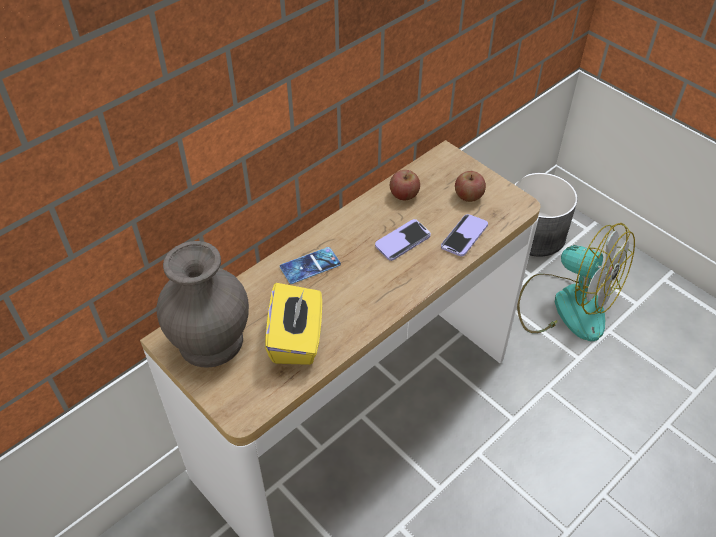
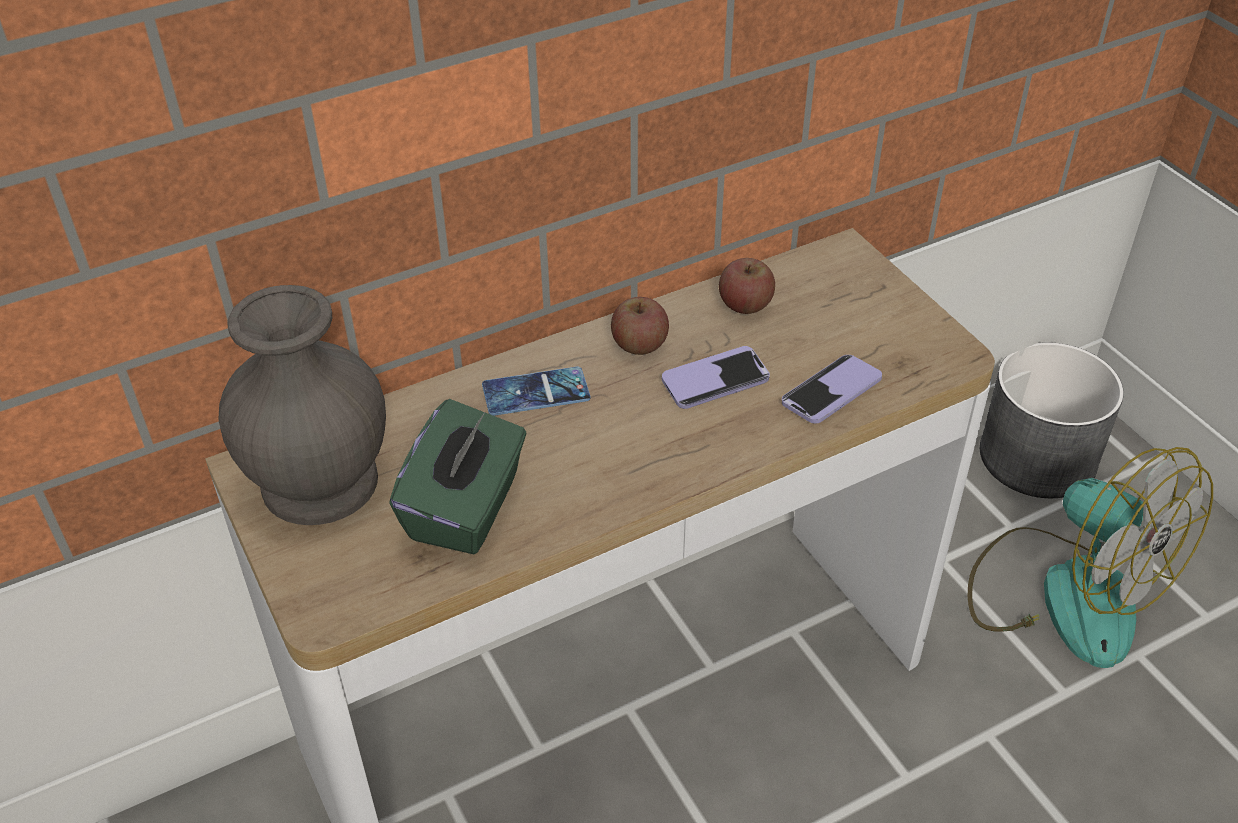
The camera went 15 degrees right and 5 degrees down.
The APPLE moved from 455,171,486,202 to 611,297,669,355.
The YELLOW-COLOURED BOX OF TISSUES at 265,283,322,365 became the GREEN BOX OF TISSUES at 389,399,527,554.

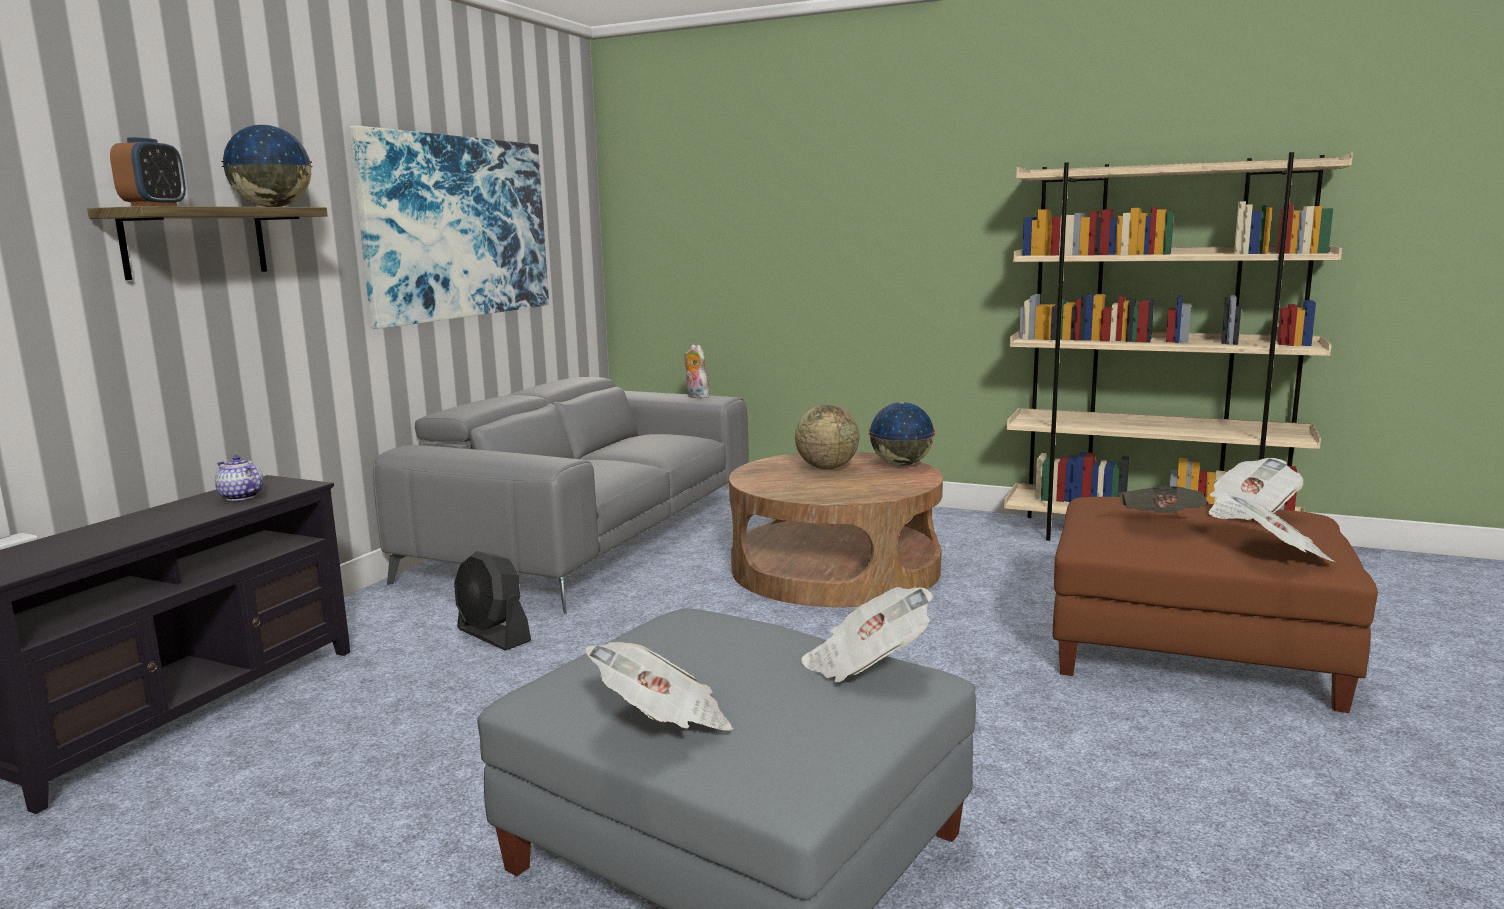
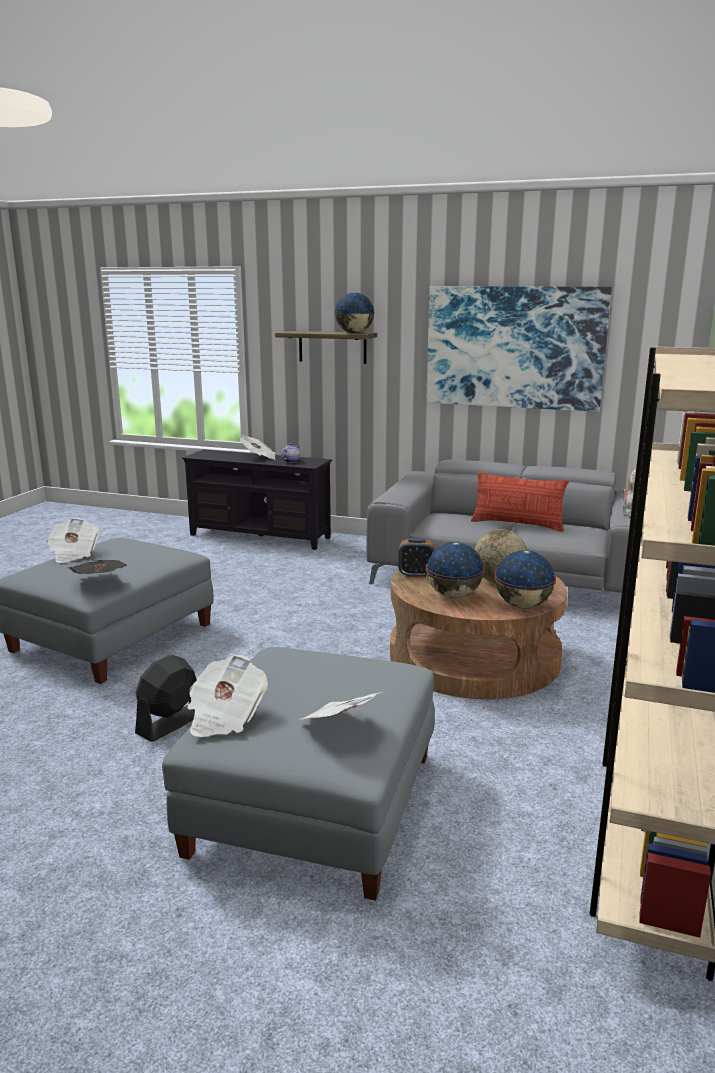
The camera went 85 degrees right and 5 degrees up.
The GLOBE at 426,542,485,598 appeared.
The CUSHION at 471,472,569,531 appeared.
The TABLE CLOCK moved from 110,137,186,206 to 398,538,435,578.
The BLACK-COLOURED COOLING FAN moved from 454,551,531,651 to 135,655,197,742.
The NEWSPAPER moved from 1118,486,1209,512 to 238,435,276,460.
The BROWNISH OTTOMAN at 1053,497,1378,713 became the GREY OTTOMAN at 162,647,435,901.

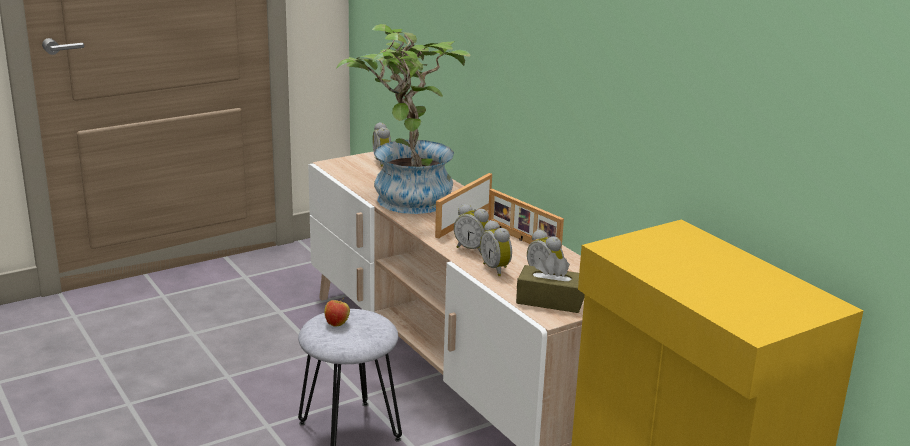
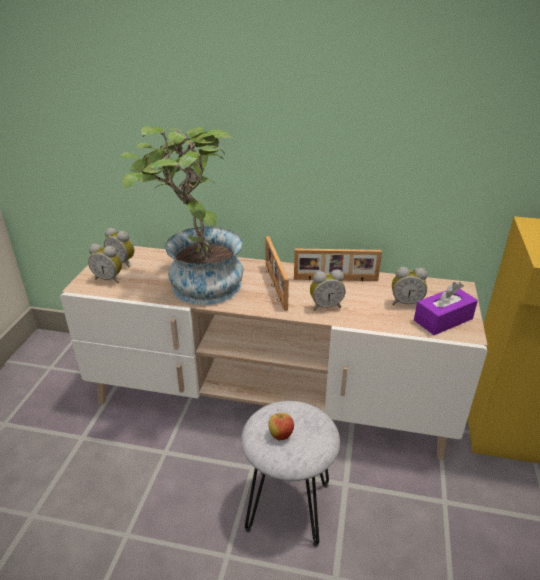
The camera went 45 degrees left and 10 degrees up.
The TABLE CLOCK moved from 480,220,512,276 to 88,244,122,284.
The BROWNISH BOX OF TISSUES at 516,253,585,313 became the PURPLE BOX OF TISSUES at 414,282,478,335.

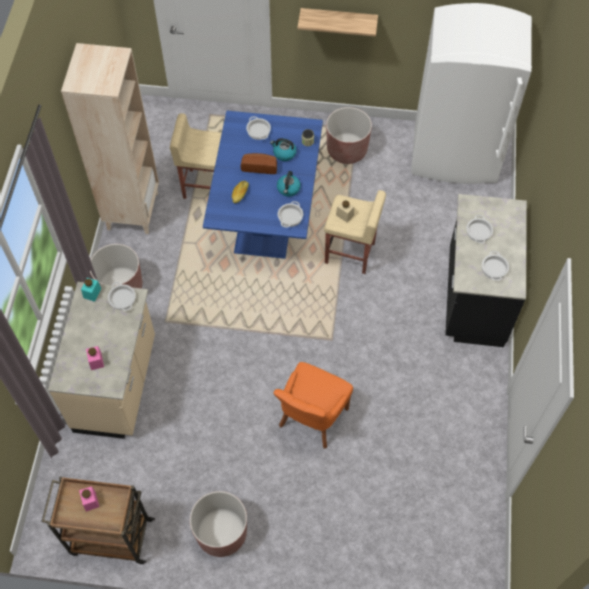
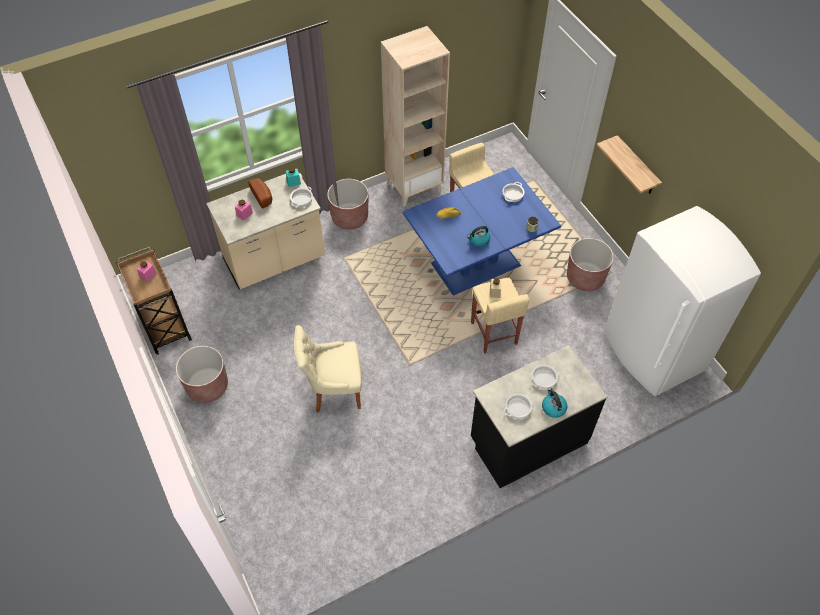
The camera went 55 degrees right and 5 degrees down.
The STOCKPOT at 278,201,303,228 disappeared.
The BAKED BREAD moved from 241,153,277,174 to 248,178,272,209.
The TEA KETTLE moved from 270,138,297,161 to 542,388,567,418.
The ORANGEY PLAIN CHAIR at 273,362,353,449 became the BEIGE PLAIN CHAIR at 294,325,362,413.

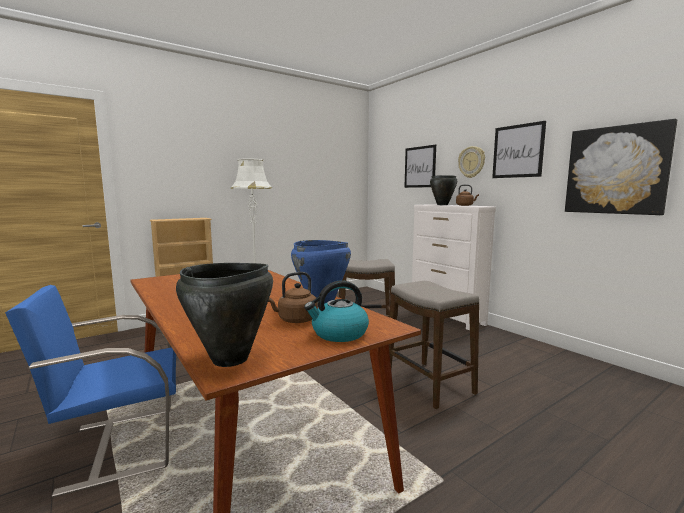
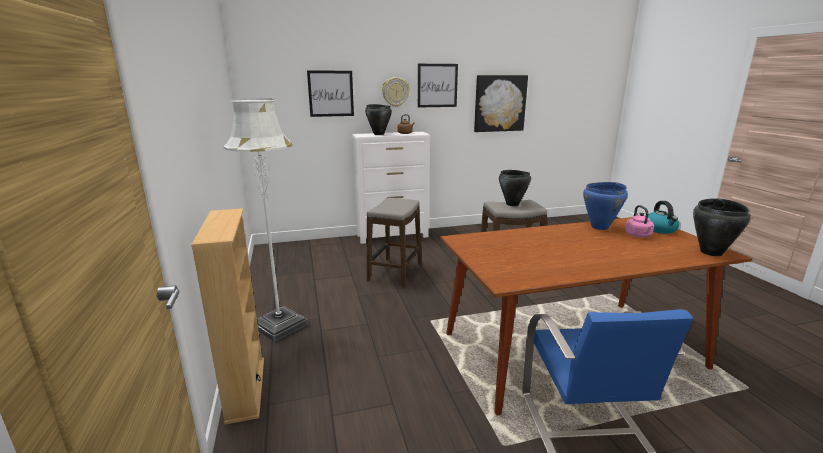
The camera went 70 degrees left and 10 degrees up.
The BLACK-COLOURED STOCKPOT at 499,170,531,206 appeared.
The BROWNISH TEA KETTLE at 268,272,318,323 became the PINK-COLOURED TEA KETTLE at 625,205,654,238.

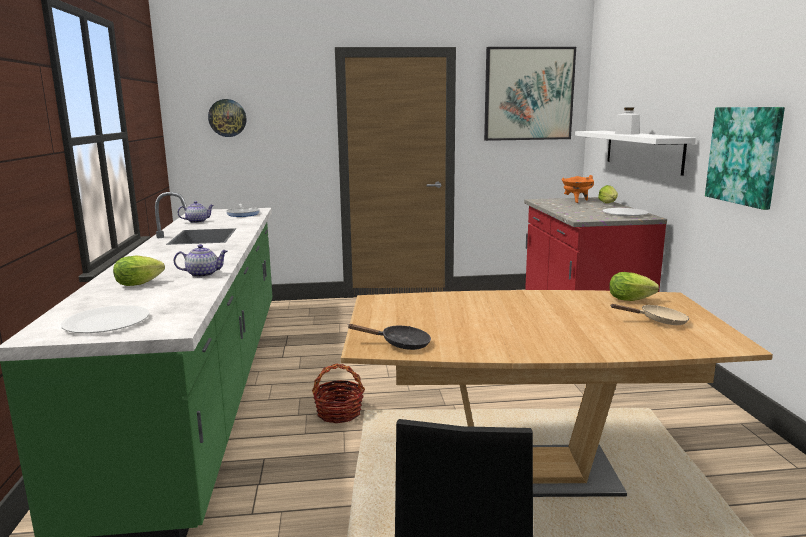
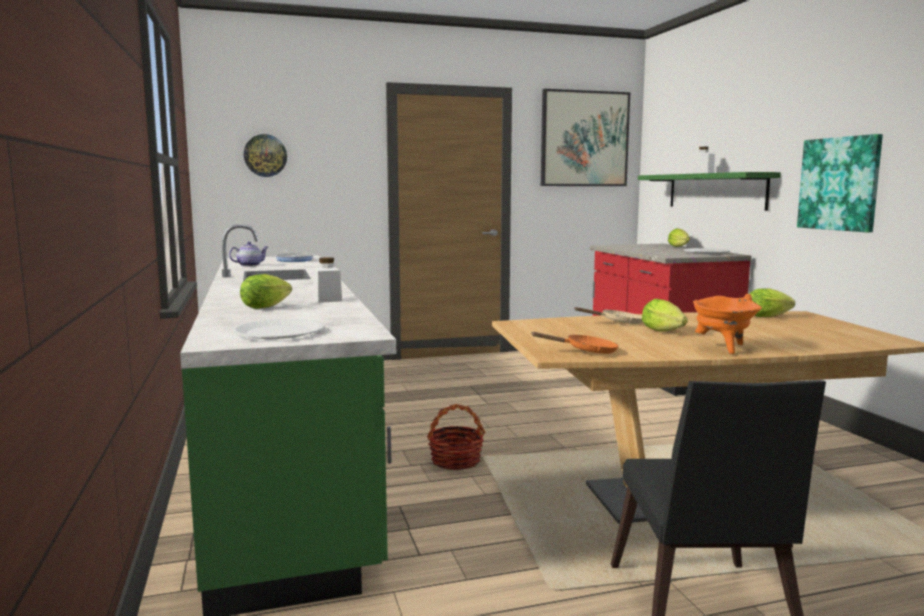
The camera went 10 degrees left and 5 degrees down.
The LETTUCE at 642,299,688,332 appeared.
The ORANGEY STOCKPOT moved from 562,175,594,203 to 693,294,762,354.
The BEIGE PAN moved from 610,304,689,325 to 575,307,643,324.
The POT FOR TEA at 174,244,228,277 was replaced by the WHITE-COLOURED STORAGE JAR at 314,257,342,303.
The BLACK-COLOURED PAN at 347,324,431,350 became the ORANGEY PAN at 532,332,619,354.
The WHITE-COLOURED WALL SHELF at 575,131,696,176 became the GREEN WALL SHELF at 638,172,781,211.

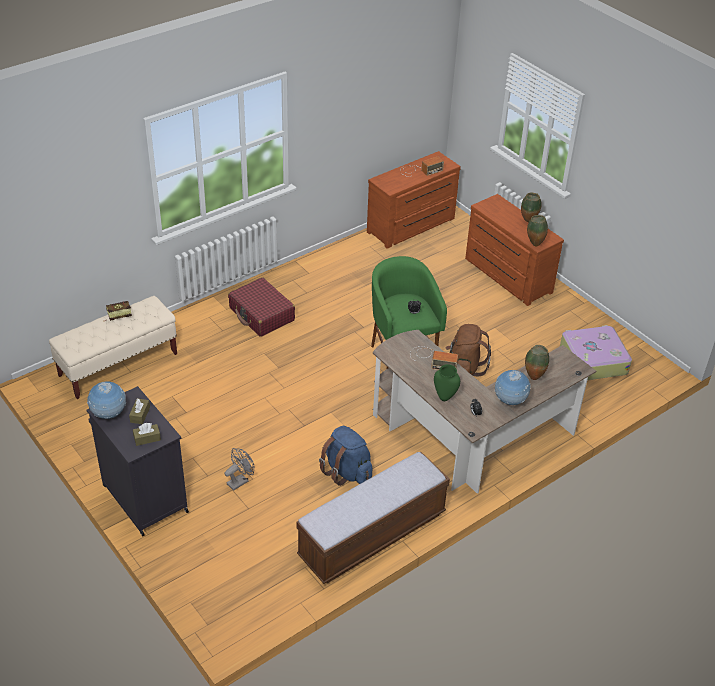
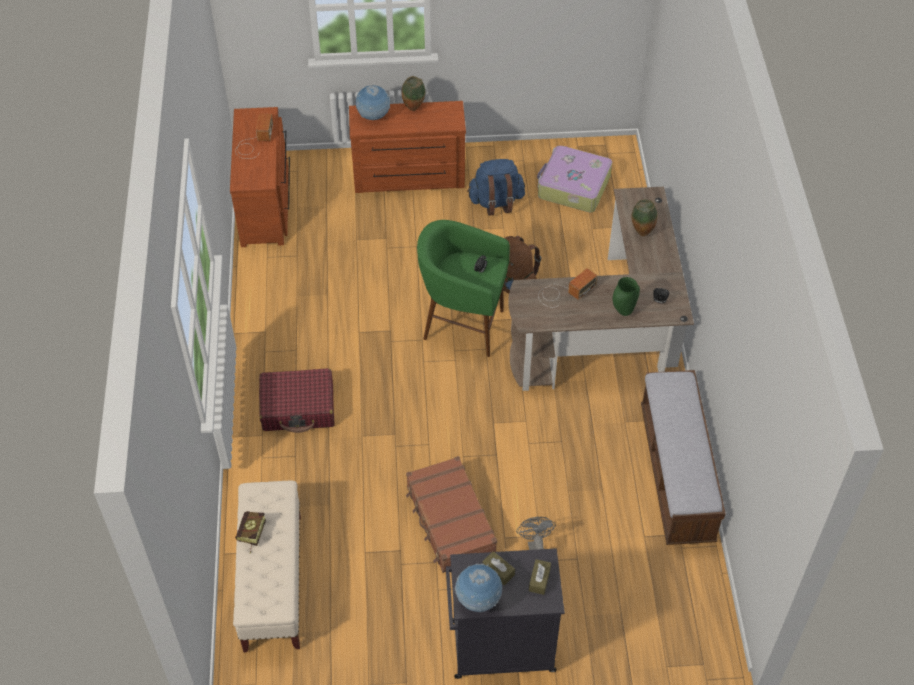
The camera went 55 degrees left and 10 degrees up.
The FLOWER VASE at 527,215,548,247 disappeared.
The BROWNISH SUITCASE at 406,456,497,573 appeared.
The BLUISH BACKPACK moved from 319,426,372,486 to 467,159,525,216.
The GLOBE moved from 495,370,530,405 to 355,85,390,120.

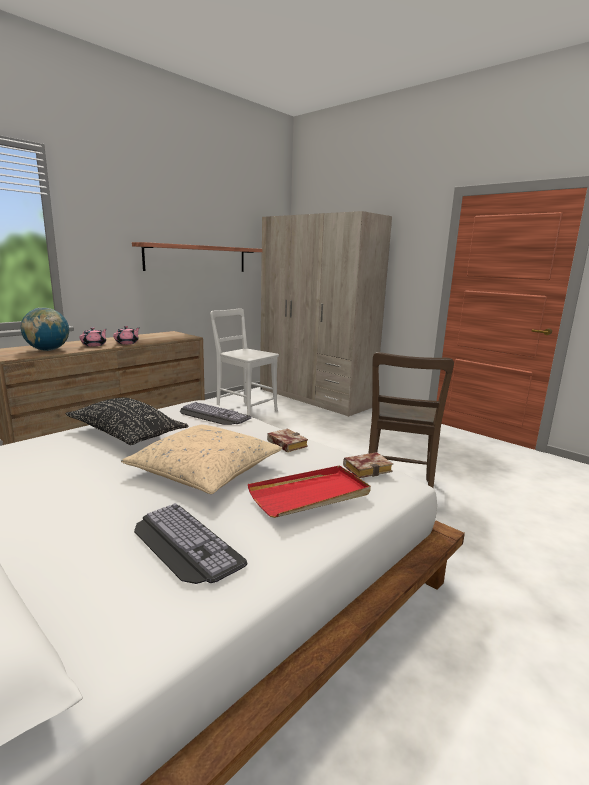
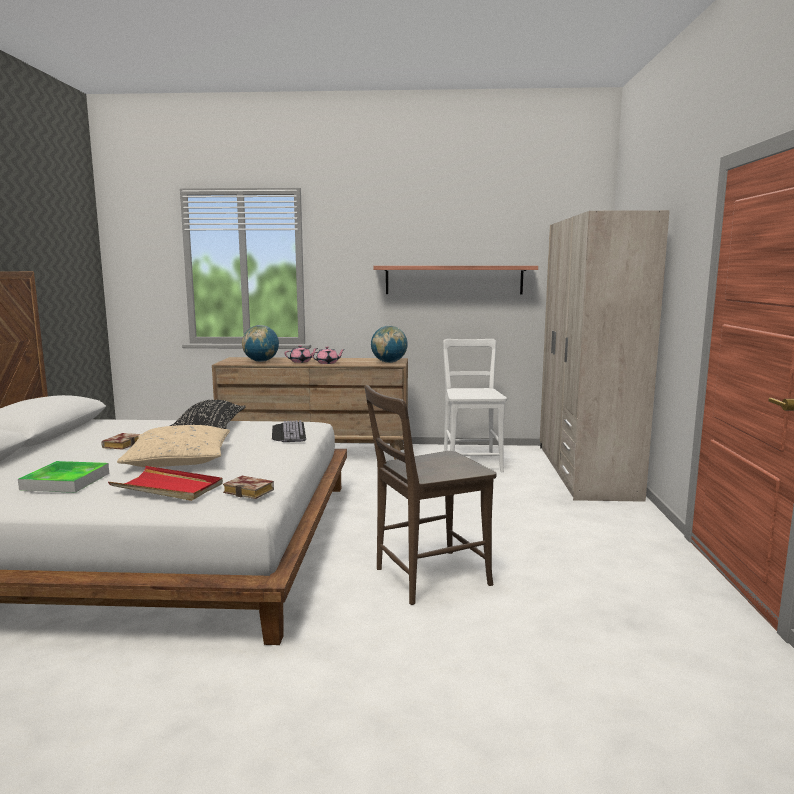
The camera went 50 degrees right and 5 degrees down.
The GLOBE at 371,326,408,363 appeared.
The BOOK moved from 267,429,308,452 to 101,433,140,450.
The PC KEYBOARD at 134,503,248,584 was replaced by the TRAY at 18,461,109,493.

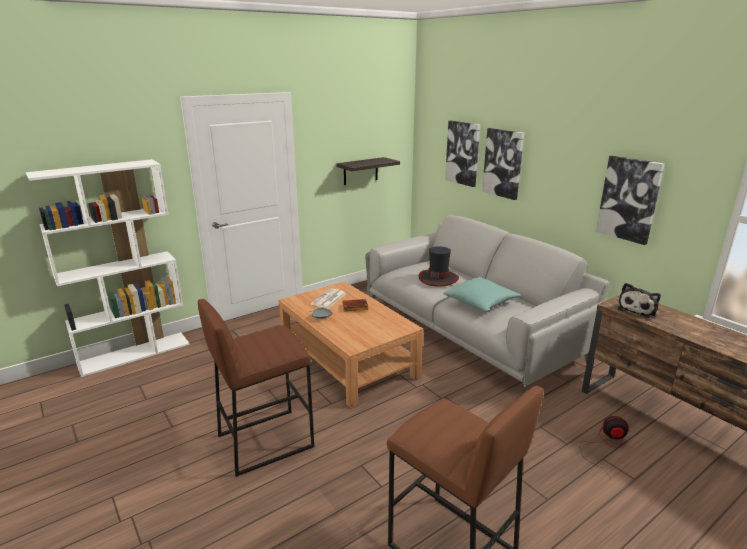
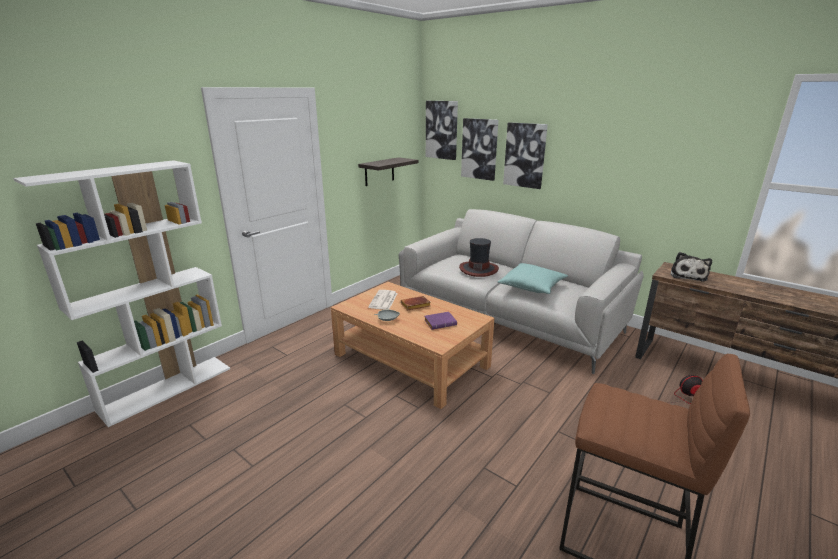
The camera went 15 degrees left and 0 degrees up.
The BROWNISH STOOL at 198,299,314,477 disappeared.
The PURPLE BOOK at 424,312,457,330 appeared.
The PICTURE moved from 596,156,665,245 to 426,101,458,160.

